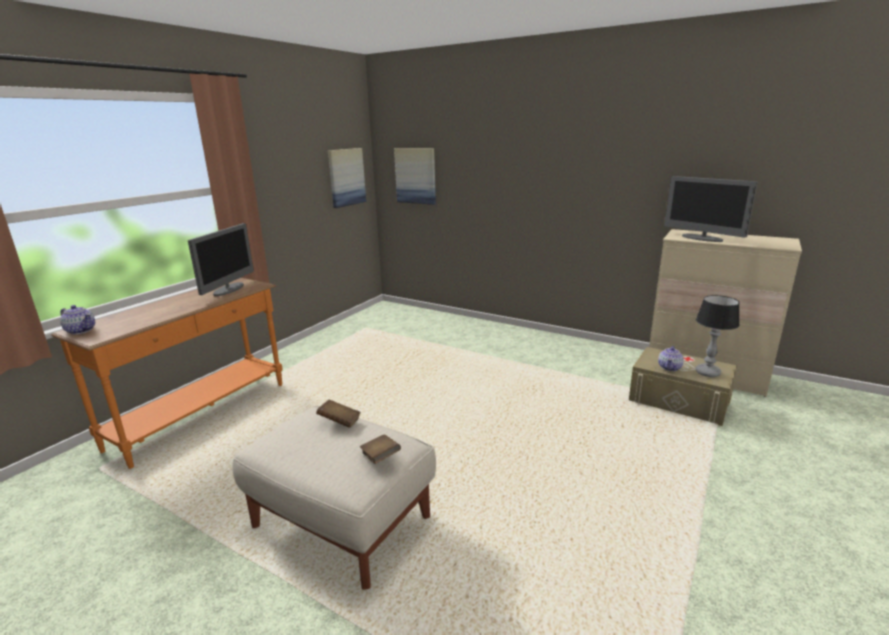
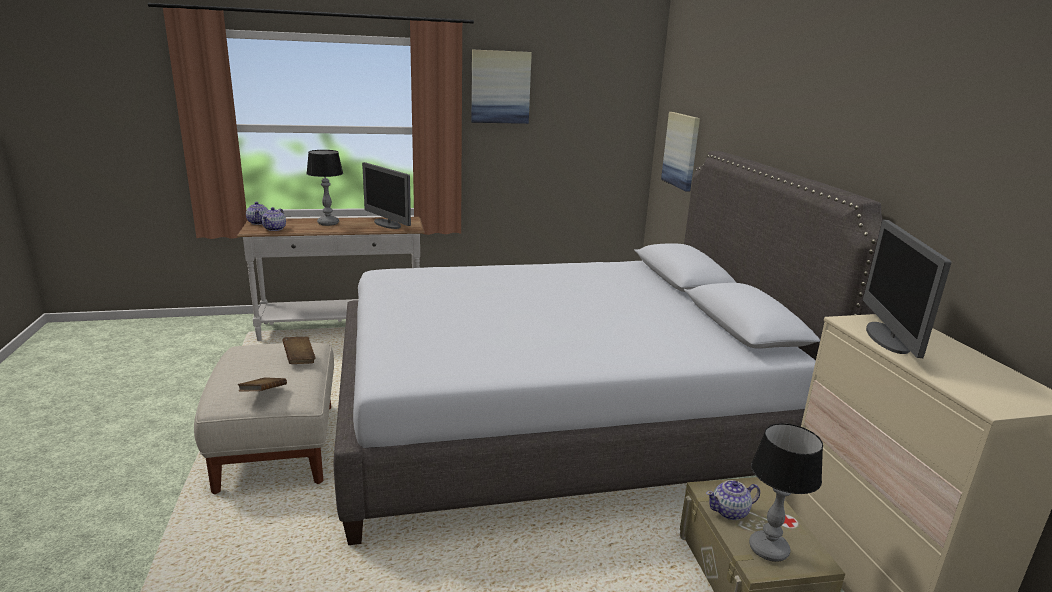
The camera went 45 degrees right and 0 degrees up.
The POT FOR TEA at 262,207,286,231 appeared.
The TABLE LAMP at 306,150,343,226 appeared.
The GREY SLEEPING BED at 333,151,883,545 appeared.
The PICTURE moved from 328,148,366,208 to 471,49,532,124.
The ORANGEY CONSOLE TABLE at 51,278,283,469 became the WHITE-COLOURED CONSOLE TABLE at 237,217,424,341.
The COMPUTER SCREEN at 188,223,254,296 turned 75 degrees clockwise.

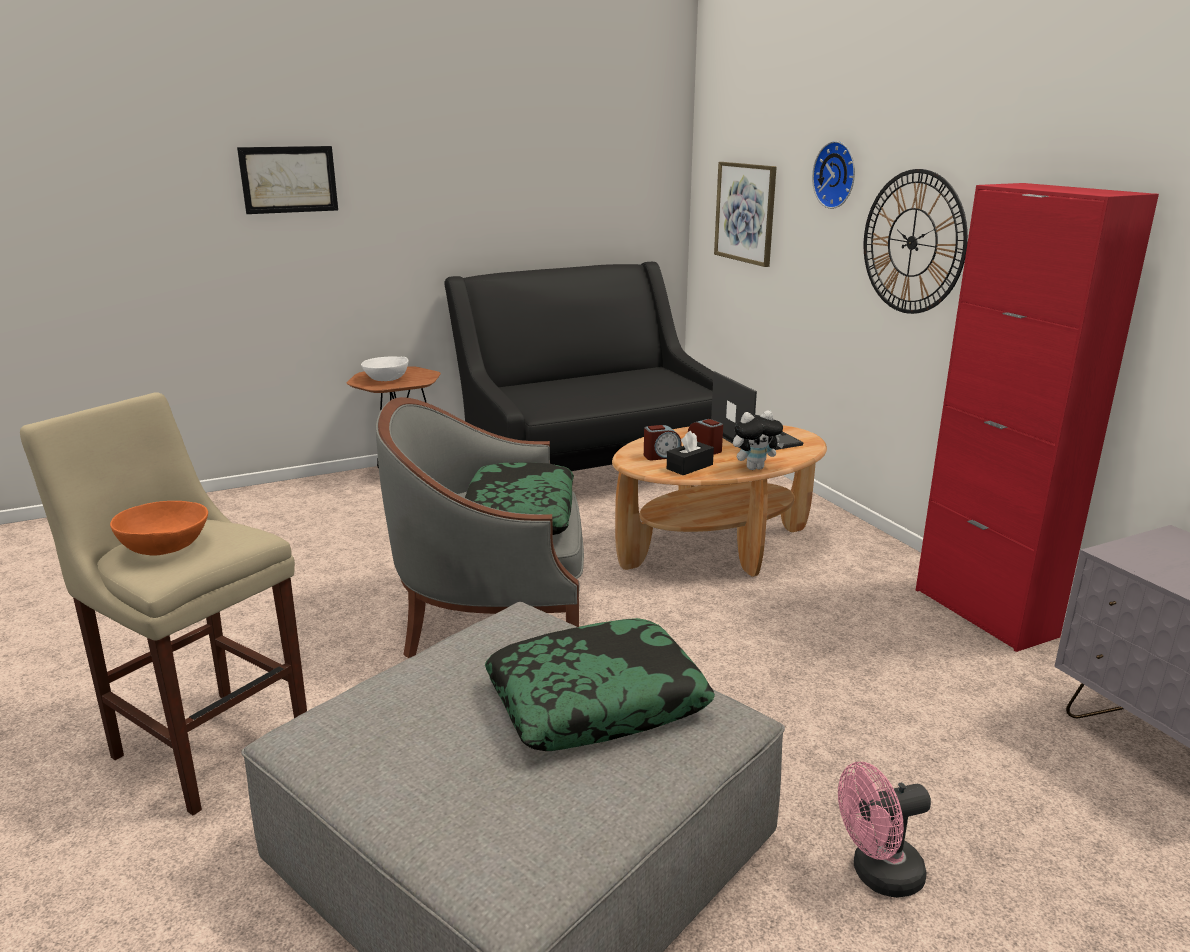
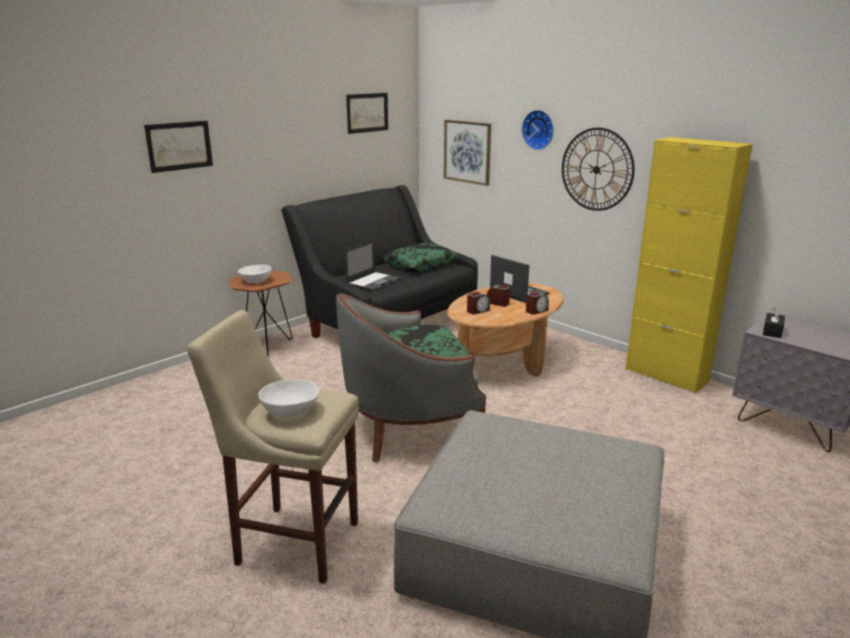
The camera went 20 degrees left and 0 degrees up.
The PINK-COLOURED COOLING FAN at 838,762,931,898 disappeared.
The NOTEBOOK COMPUTER at 344,239,402,292 appeared.
The PICTURE at 346,93,388,134 appeared.
The CUSHION moved from 485,618,715,751 to 383,243,458,272.
The BLACK-COLOURED BOX OF TISSUES moved from 667,431,714,475 to 763,306,785,338.
The SOFT TOY at 733,410,784,470 was replaced by the TABLE CLOCK at 526,292,549,315.
The ORANGEY SERVING BOWL at 110,501,208,556 became the WHITE-COLOURED SERVING BOWL at 259,379,319,418.
The RED CABINET at 916,183,1159,652 became the YELLOW-COLOURED CABINET at 625,137,753,393.

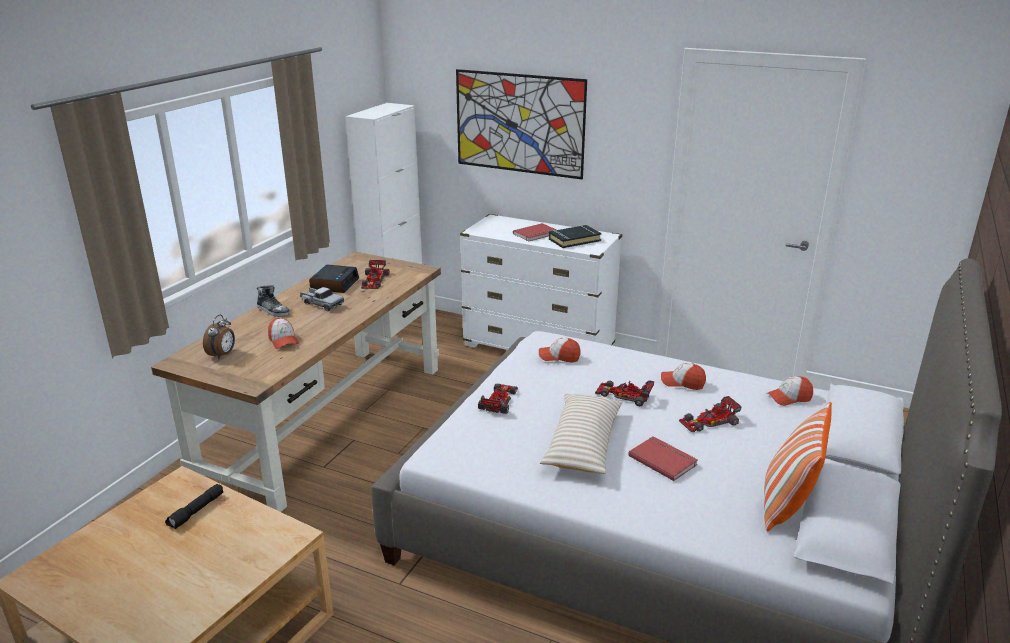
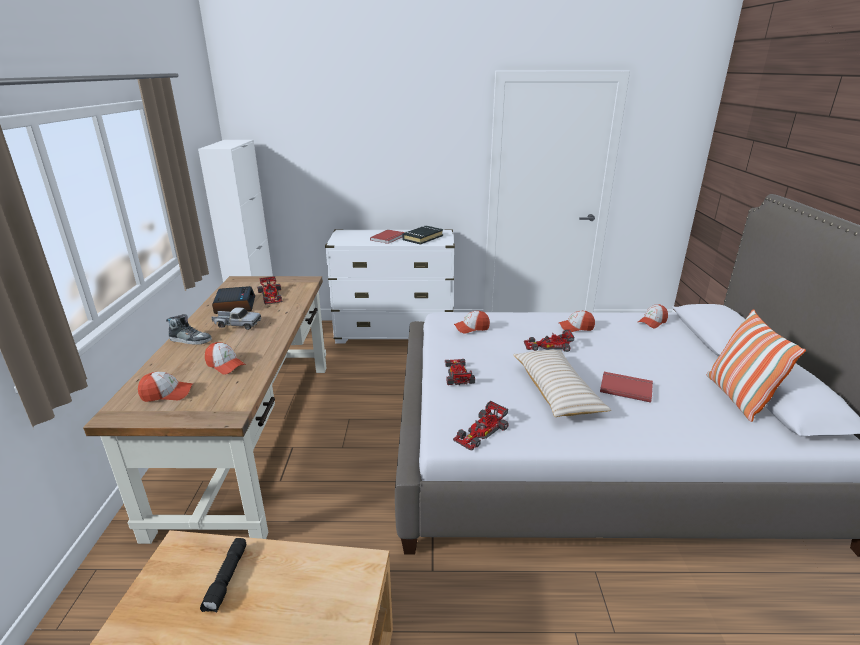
The camera went 25 degrees left and 0 degrees up.
The PICTURE at 456,69,587,179 disappeared.
The TOY CAR moved from 679,396,742,432 to 453,401,509,451.
The TABLE CLOCK at 203,315,235,359 was replaced by the PEAKED CAP at 138,372,193,402.

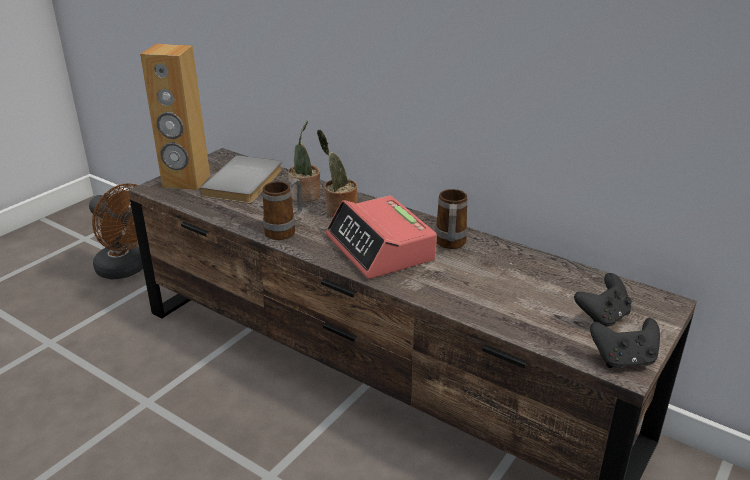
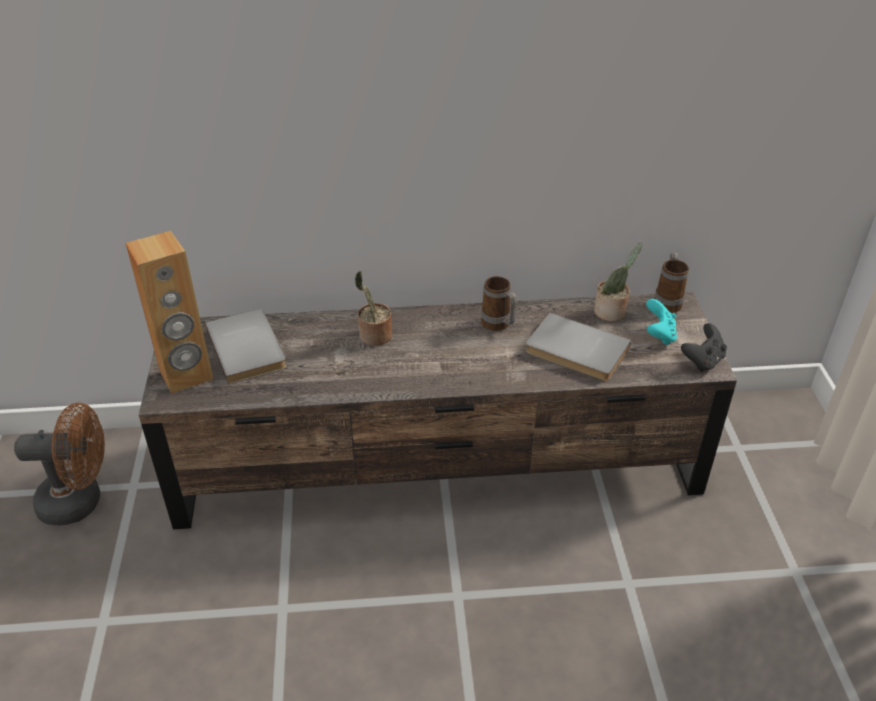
The camera went 40 degrees left and 10 degrees up.
The TABLE CLOCK at 326,195,437,279 disappeared.
The GREY BOOK at 525,313,632,382 appeared.
The MUG moved from 262,178,303,240 to 655,252,689,313.
The PLANT IN A POT moved from 288,120,320,202 to 594,243,642,321.
The BLACK-COLOURED GAME CONTROLLER at 574,273,632,327 became the BLUE-GREEN GAME CONTROLLER at 646,299,677,345.

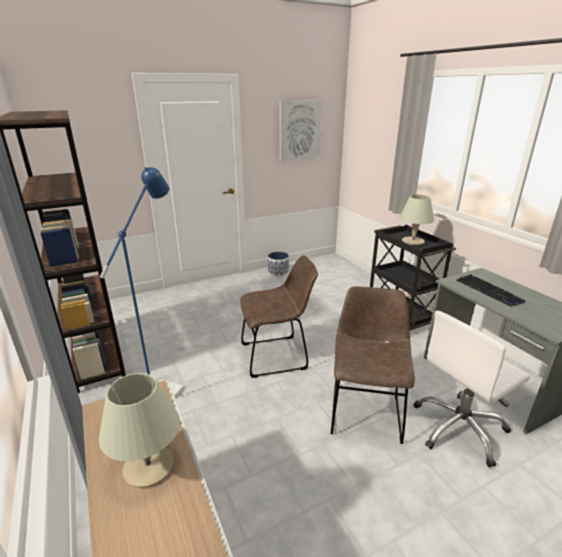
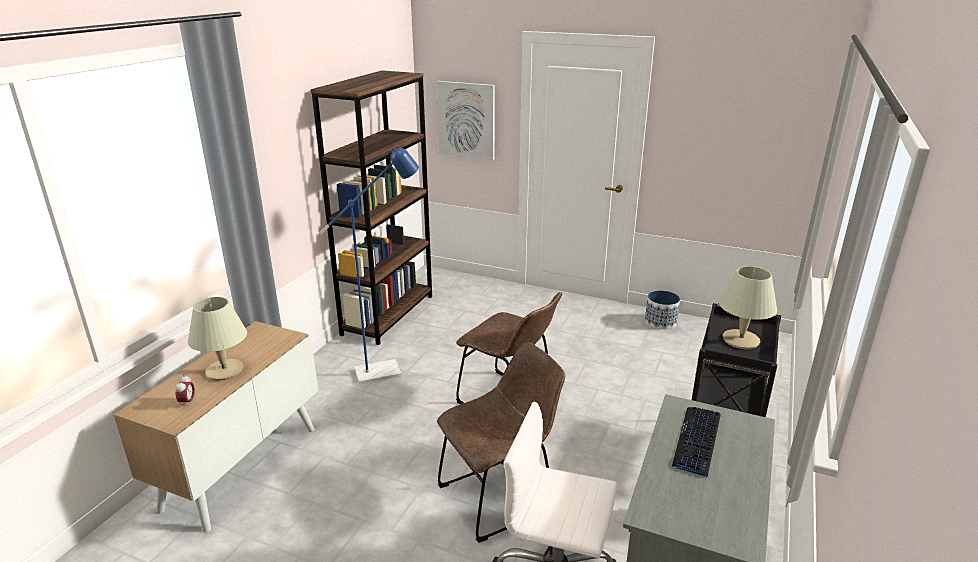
The camera went 50 degrees right and 0 degrees up.
The TABLE CLOCK at 175,375,195,407 appeared.
The PICTURE moved from 280,101,322,161 to 436,81,495,160.

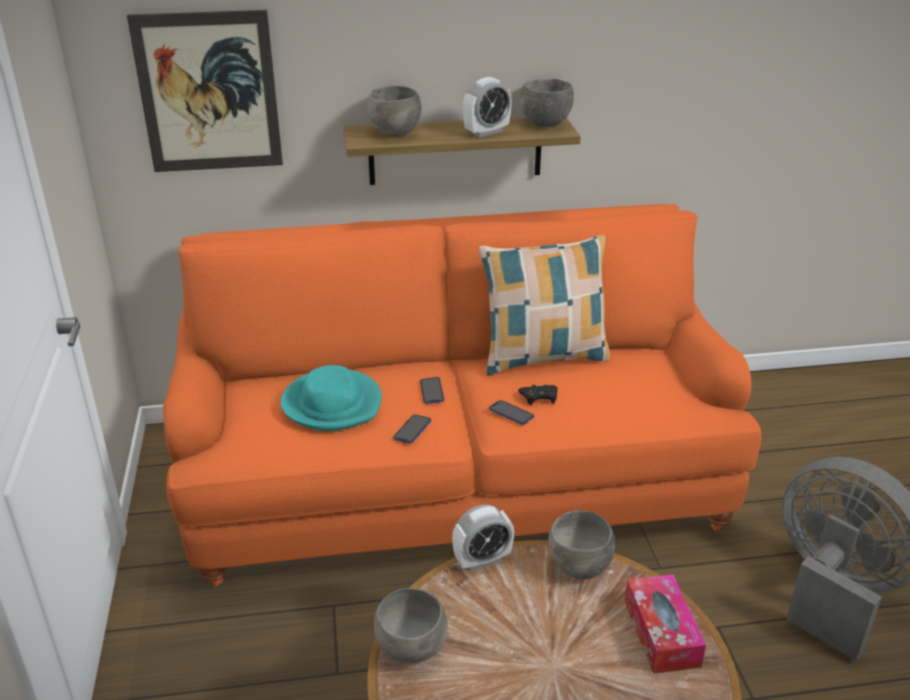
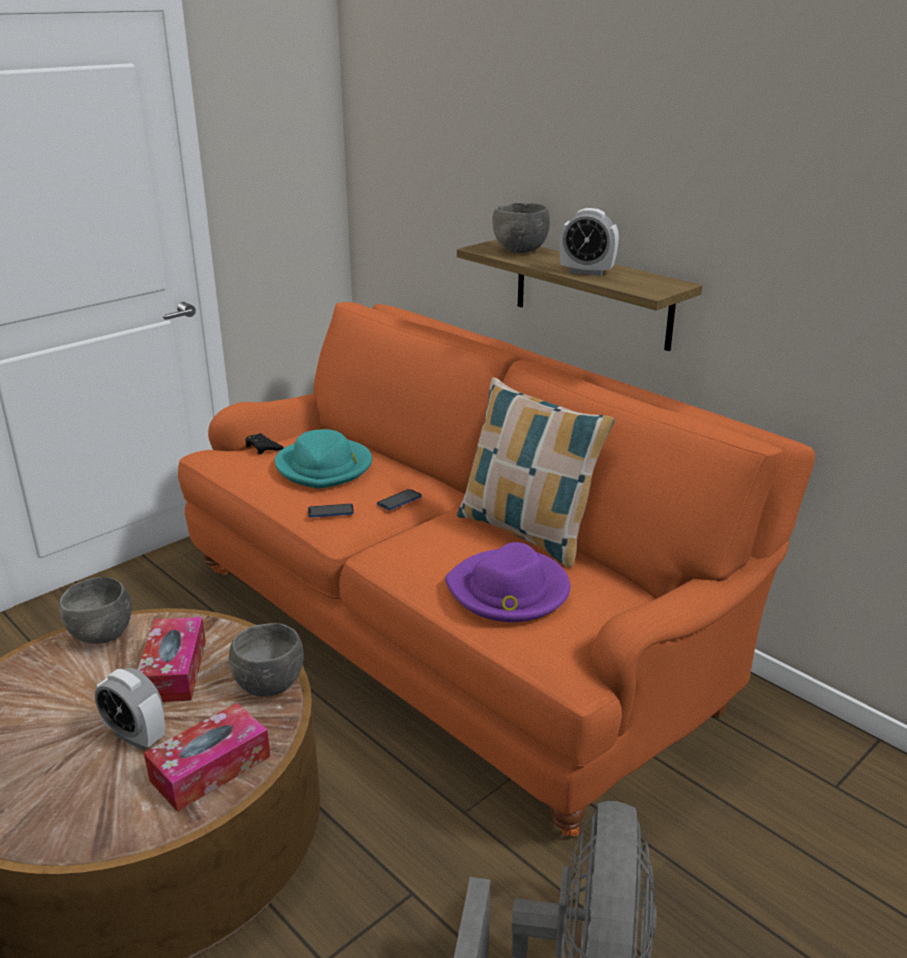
The camera went 55 degrees right and 5 degrees down.
The PICTURE at 127,10,283,172 disappeared.
The HANDSET at 489,400,534,425 disappeared.
The GREY SERVING BOWL at 520,79,574,127 disappeared.
The BOX OF TISSUES at 138,617,206,702 appeared.
The PURPLE HAT at 445,542,570,622 appeared.
The TABLE CLOCK moved from 452,504,514,571 to 95,668,165,750.
The BLACK-COLOURED GAME CONTROLLER moved from 518,385,558,406 to 245,433,284,454.

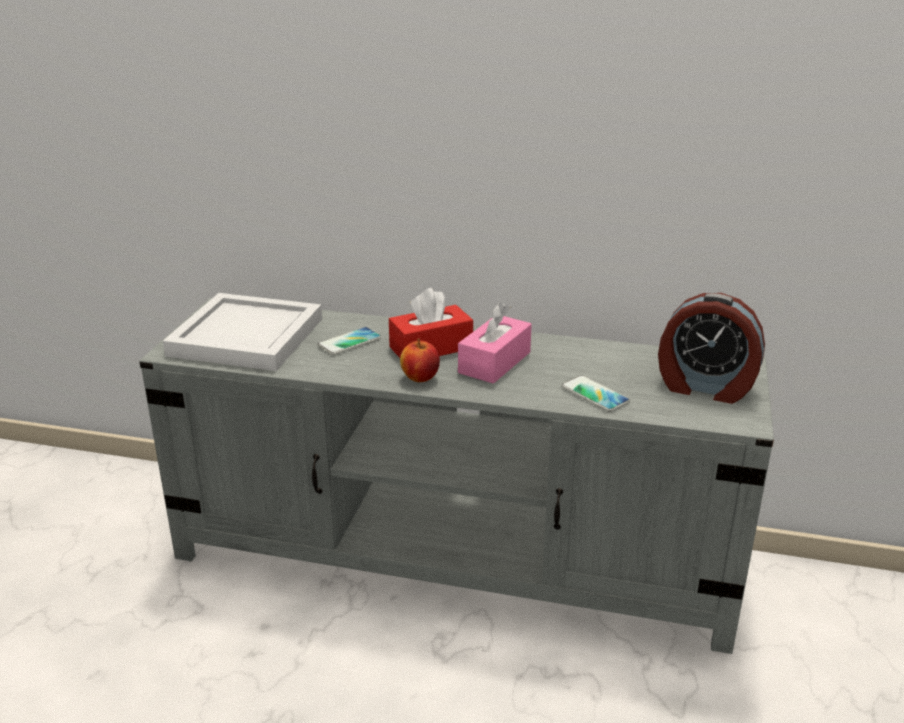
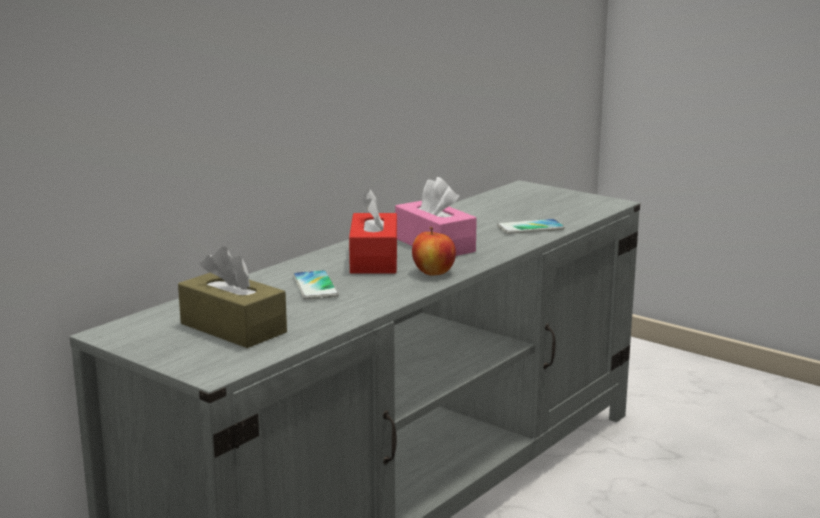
The camera went 65 degrees left and 10 degrees down.
The TABLE CLOCK at 658,293,765,404 disappeared.
The WHITE-COLOURED TRAY at 163,293,322,371 was replaced by the BROWNISH BOX OF TISSUES at 178,247,287,348.

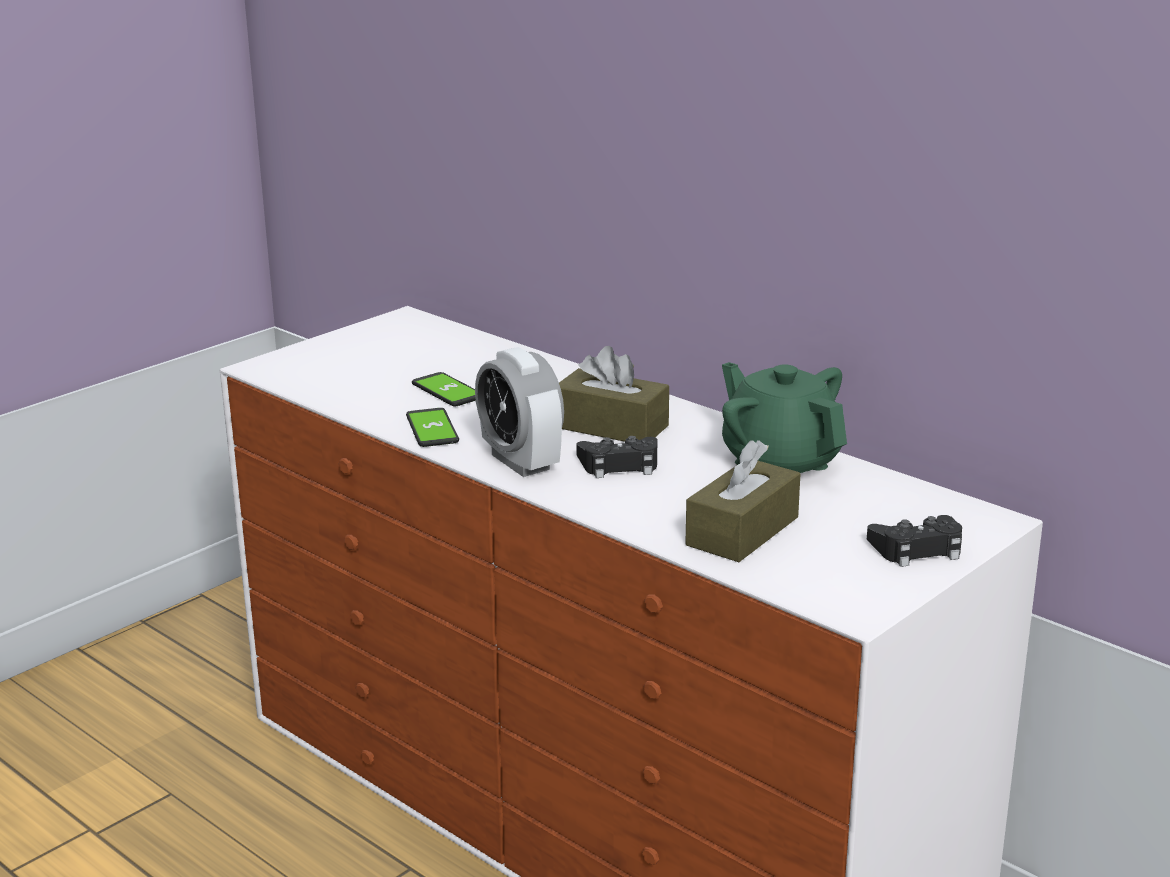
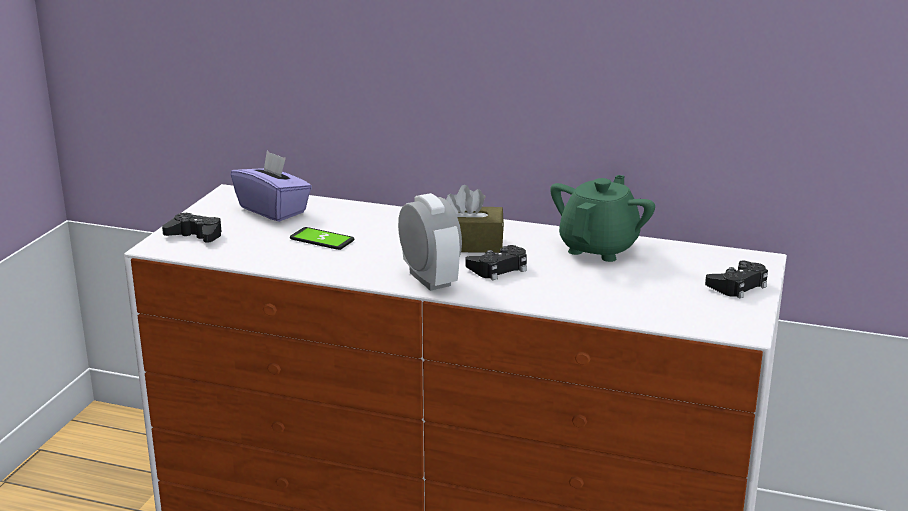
The camera went 25 degrees left and 0 degrees up.
The HANDSET at 406,408,459,447 disappeared.
The BROWNISH BOX OF TISSUES at 685,440,800,562 disappeared.
The BLACK-COLOURED GAME CONTROLLER at 162,213,222,243 appeared.
The PURPLE BOX OF TISSUES at 231,151,312,222 appeared.
The TABLE CLOCK at 475,347,564,477 turned 150 degrees counterclockwise.
The GREEN POT FOR TEA at 722,362,847,473 turned 90 degrees clockwise.

